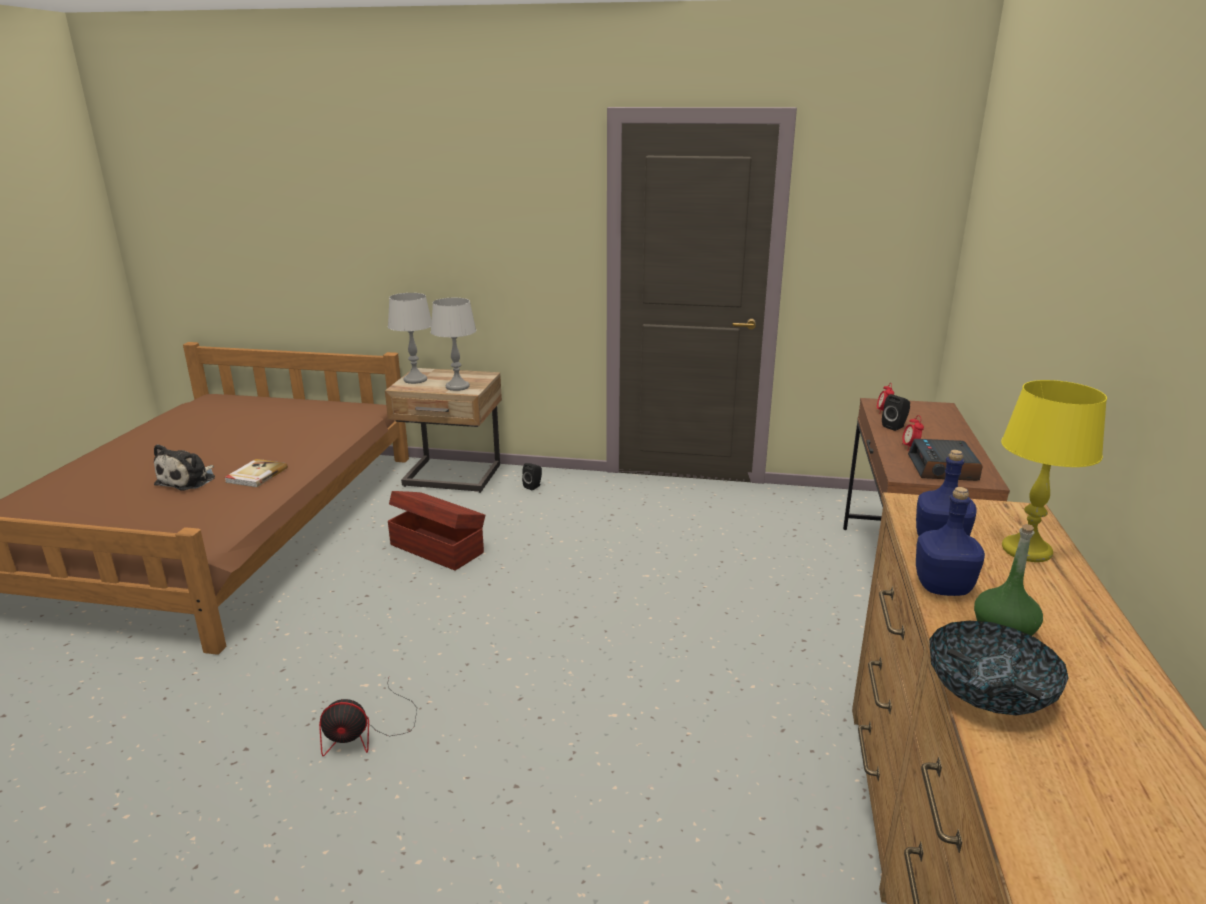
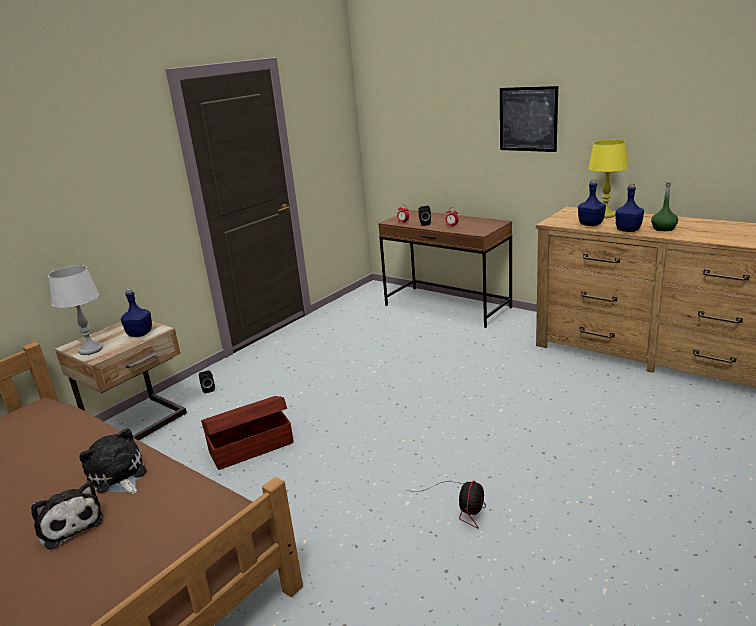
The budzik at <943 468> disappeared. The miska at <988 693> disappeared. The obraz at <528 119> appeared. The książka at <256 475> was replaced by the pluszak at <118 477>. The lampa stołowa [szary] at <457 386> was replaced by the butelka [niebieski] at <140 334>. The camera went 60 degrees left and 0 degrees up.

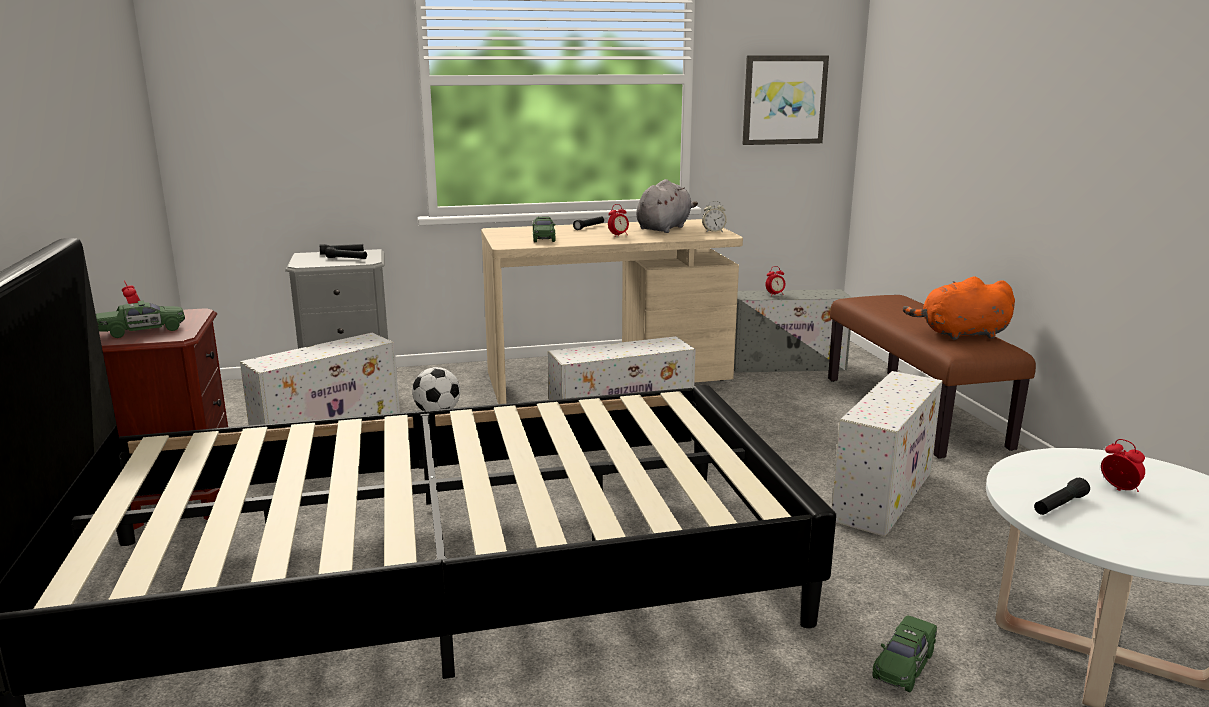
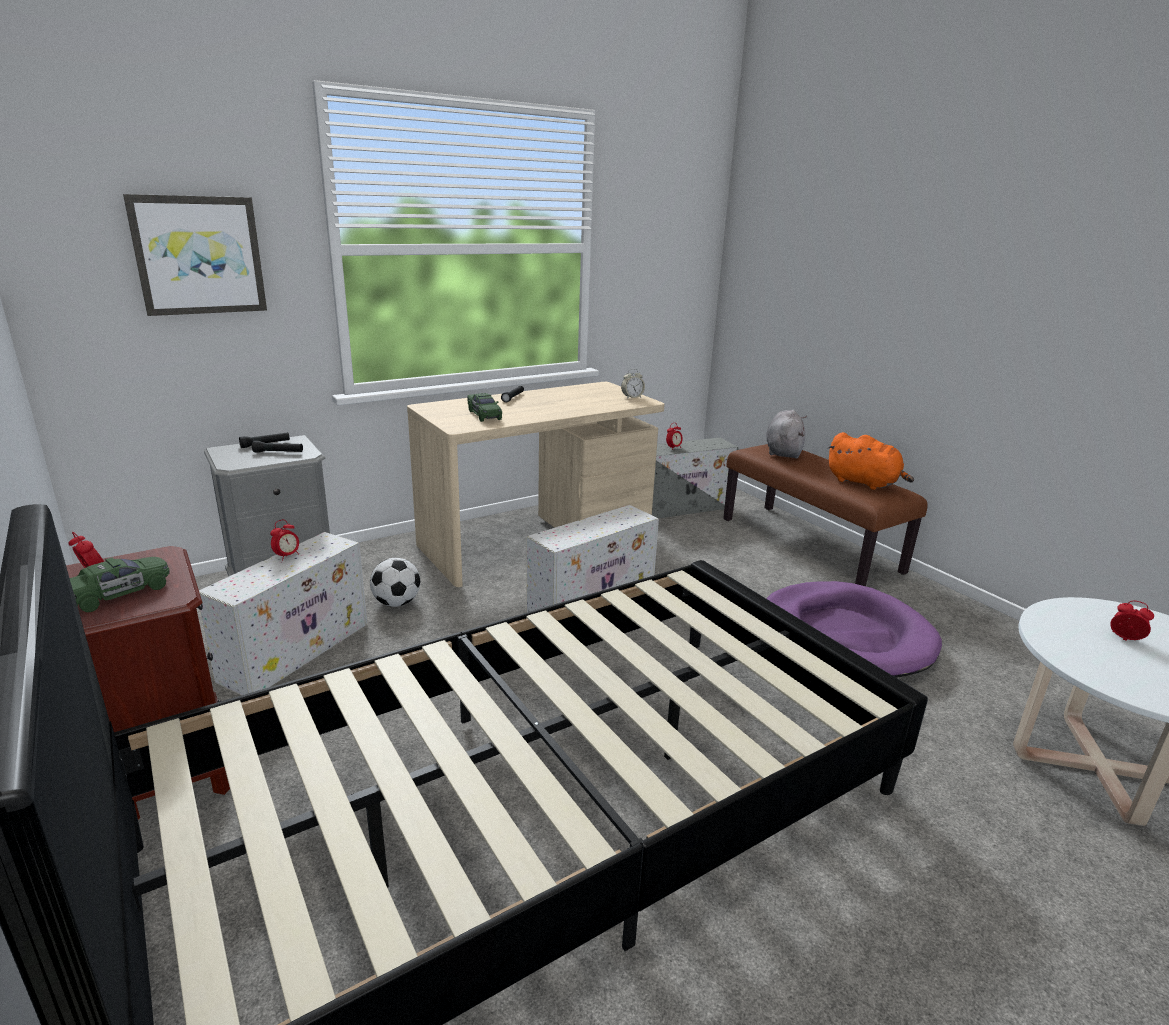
The samochodzik [zielony] at <904 665> disappeared. The latarka [czarny] at <1059 505> disappeared. The budzik moved from <618 235> to <287 556>. The pluszak [szary] moved from <664 228> to <783 451>. The obraz moved from <784 100> to <199 255>. The pojemnik do przechowywania [biały] at <884 494> was replaced by the legowisko [fioletowy] at <846 635>. The pluszak [pomarańczowy] at <960 334> turned 120 degrees counterclockwise. The camera went 20 degrees left and 5 degrees up.

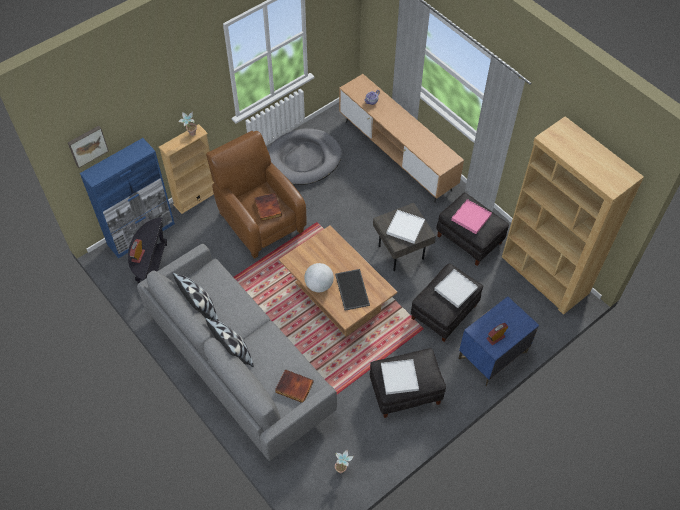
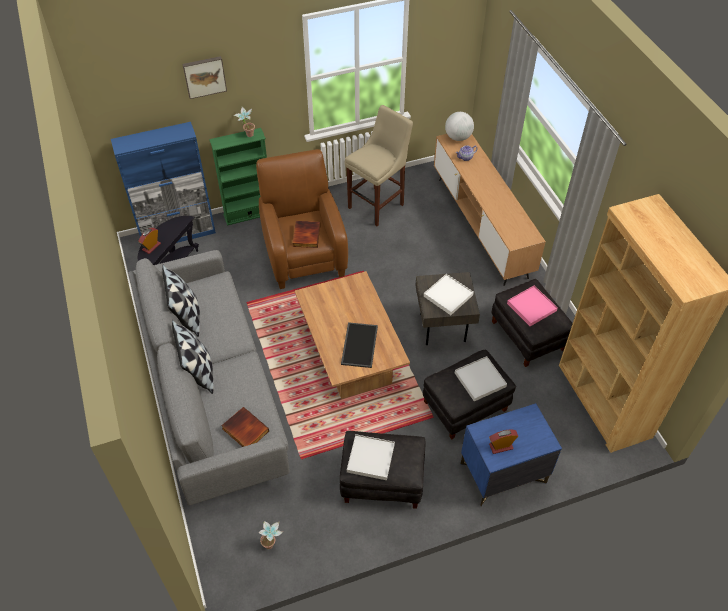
The obraz moved from <87 145> to <204 76>. The globus moved from <319 285> to <458 137>. The legowisko [szary] at <304 159> was replaced by the stołek [beżowy] at <378 205>. The regał [beżowy] at <195 198> became the regał [zielony] at <249 214>. The camera went 20 degrees right and 5 degrees down.

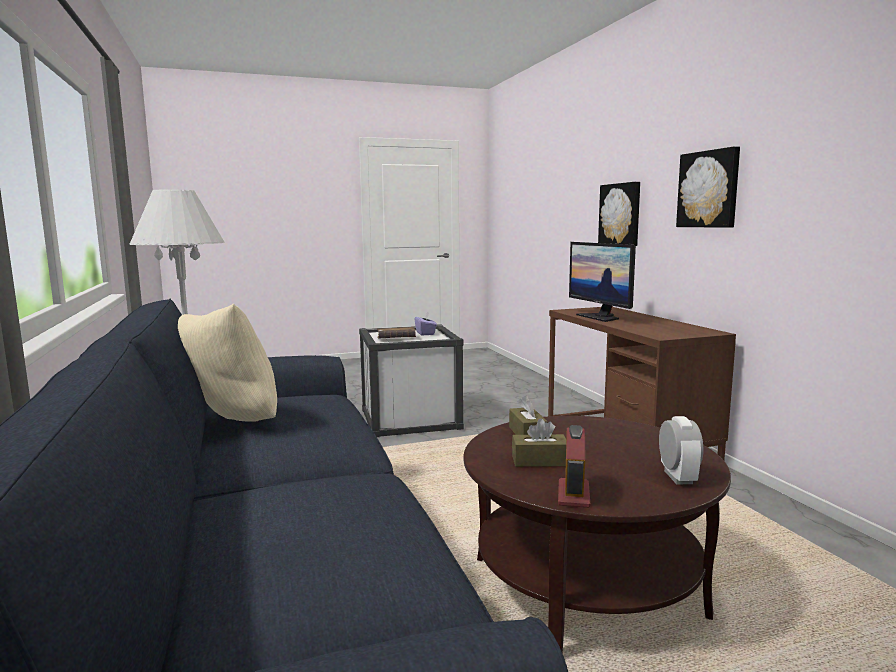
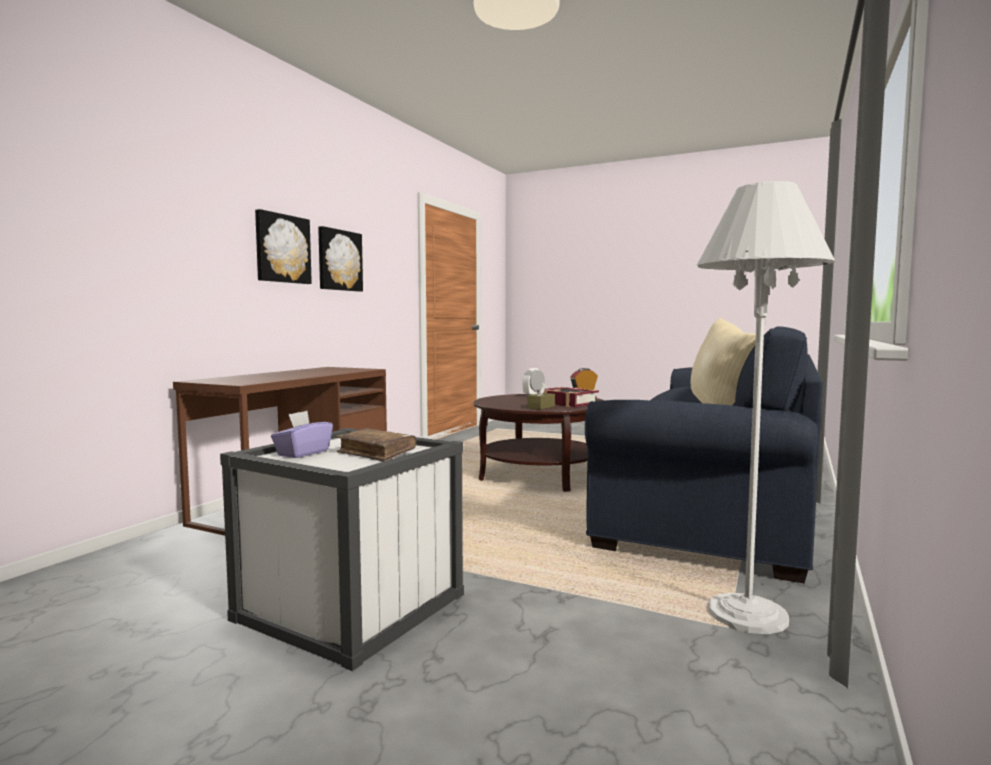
The monitor at <600 317> disappeared. The obraz moved from <620 214> to <339 260>. The pudełko chusteczek [brązowy] at <539 461> was replaced by the książka at <567 403>. The camera went 135 degrees left and 5 degrees down.

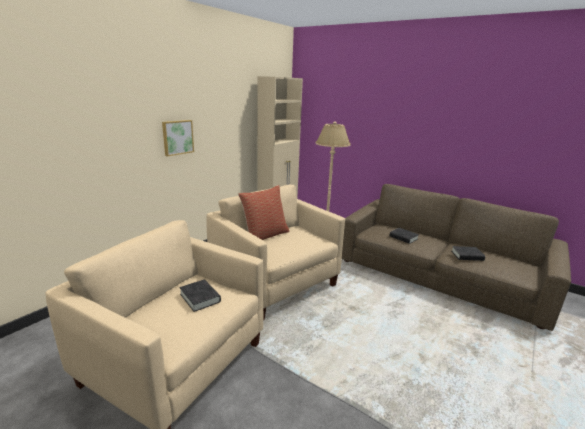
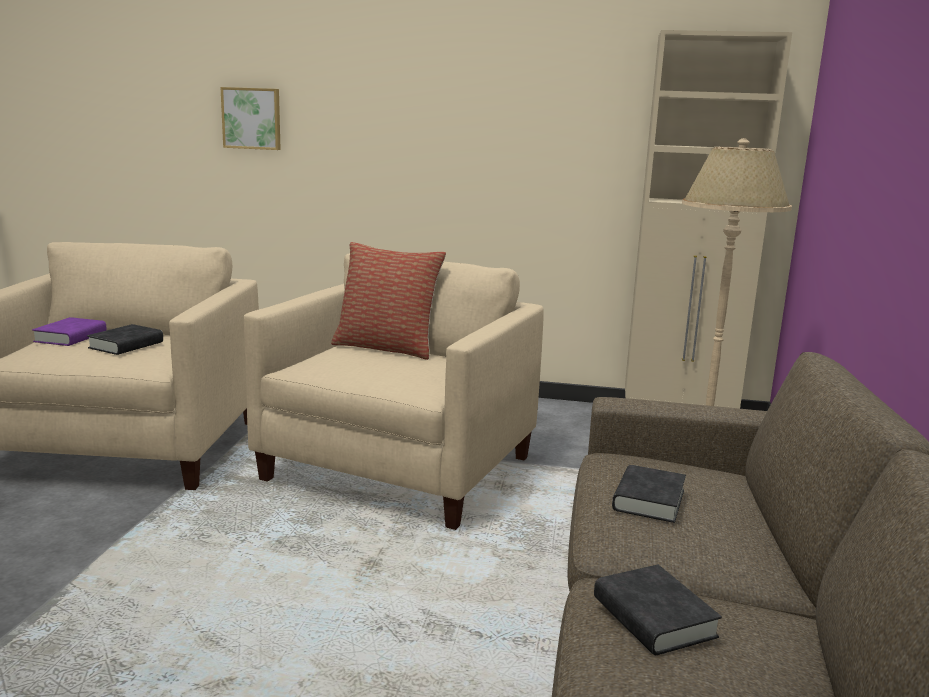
The książka [fioletowy] at <71 337> appeared. The obraz moved from <177 137> to <252 118>. The camera went 65 degrees right and 5 degrees down.

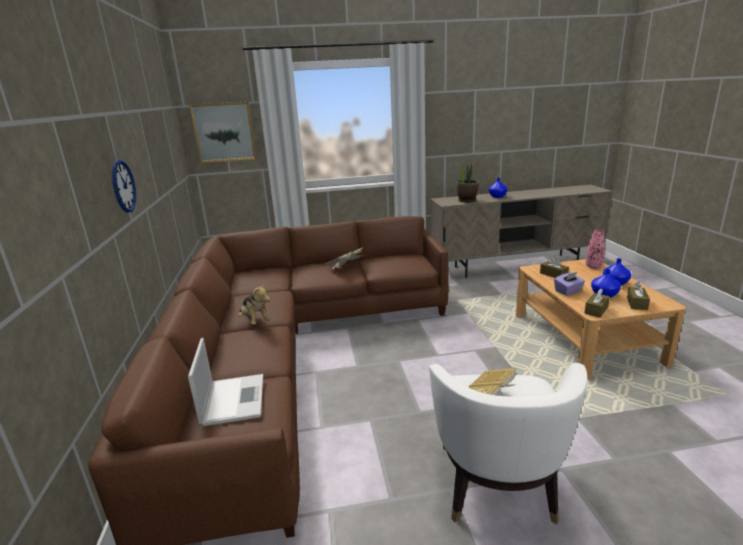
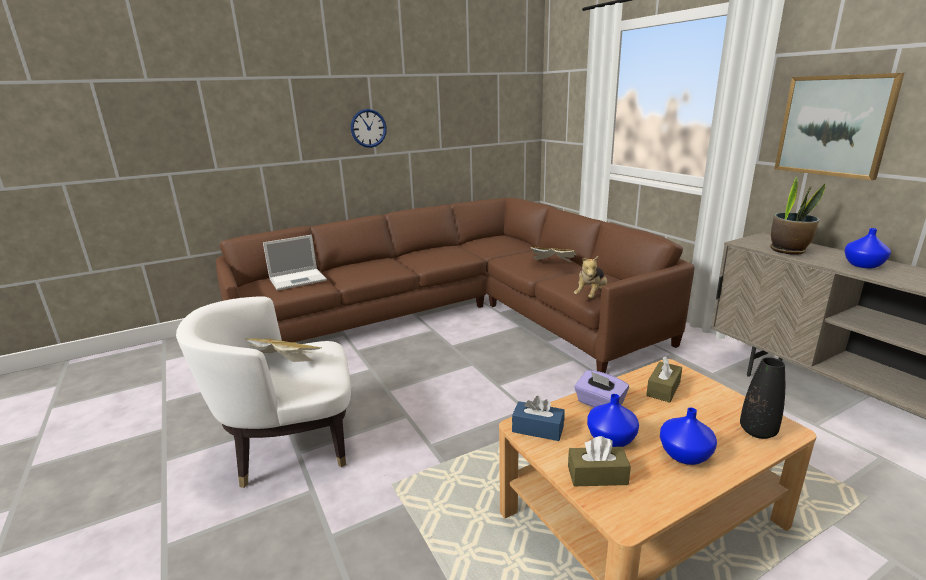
The obraz moved from <224 132> to <834 126>. The pluszak moved from <255 321> to <591 295>. The pudełko chusteczek [brązowy] at <596 310> became the pudełko chusteczek [niebieski] at <538 429>. The wazon [różowy] at <593 266> became the wazon [czarny] at <757 431>. The camera went 70 degrees right and 0 degrees up.

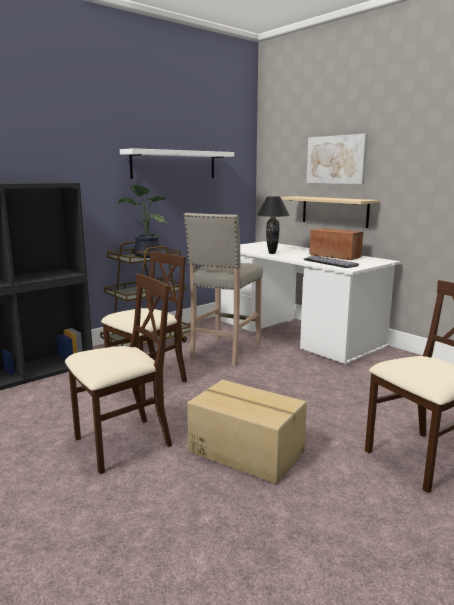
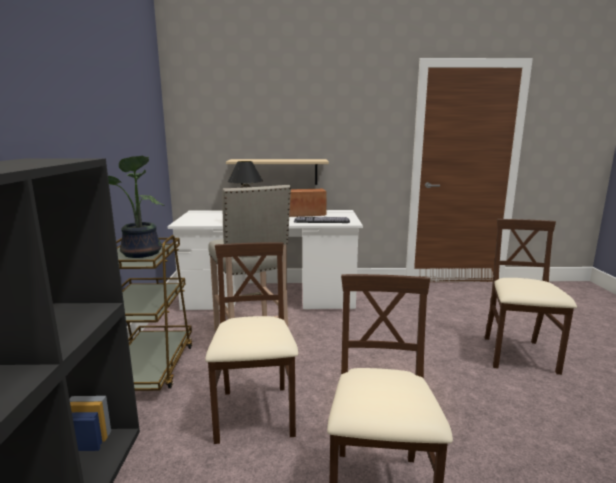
The półka [biały] at <174 164> disappeared. The karton at <246 451> disappeared. The obraz at <336 159> disappeared. The camera went 50 degrees left and 0 degrees up.

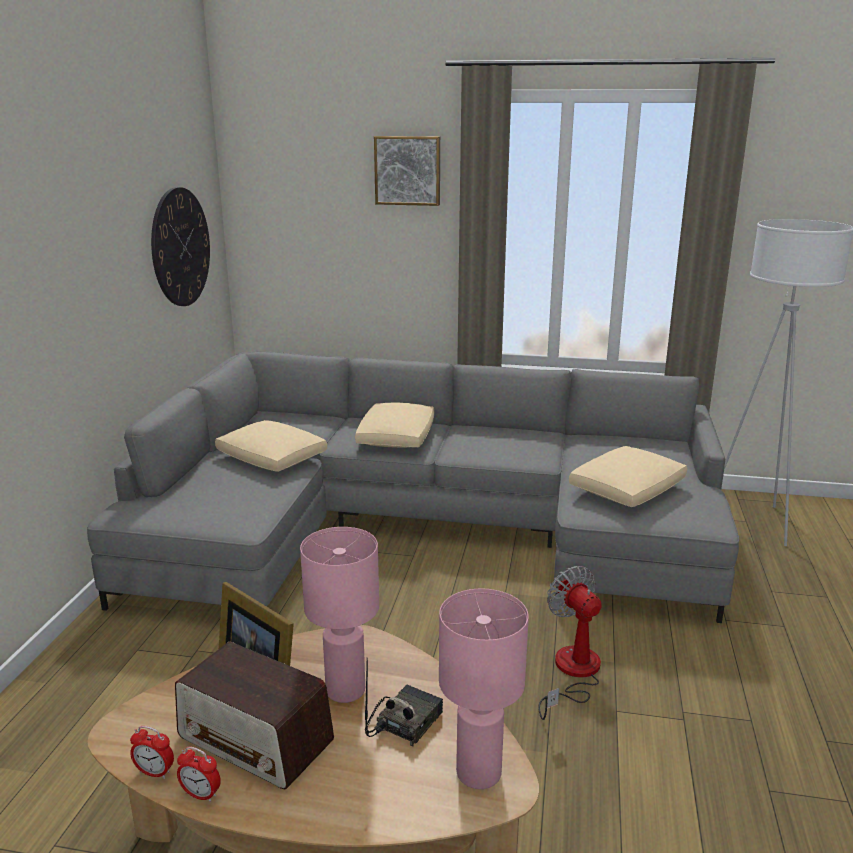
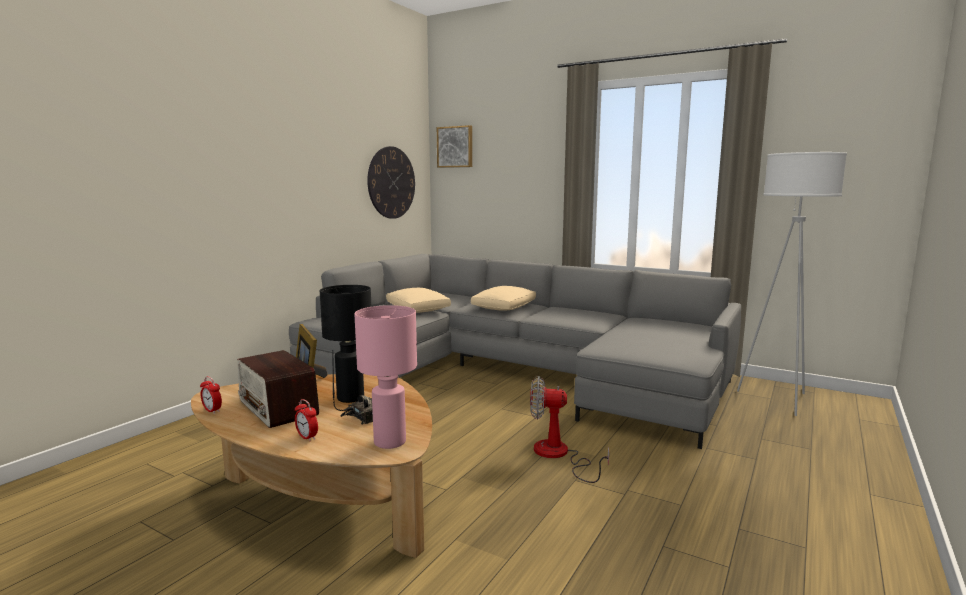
The poduszka [beżowy] at <626 490> disappeared. The budzik moved from <201 795> to <307 437>. The obraz moved from <408 170> to <455 147>. The lampa stołowa [różowy] at <344 690> became the lampa stołowa [czarny] at <350 398>. The wentylator at <572 673> turned 75 degrees counterclockwise. The camera went 20 degrees right and 10 degrees down.

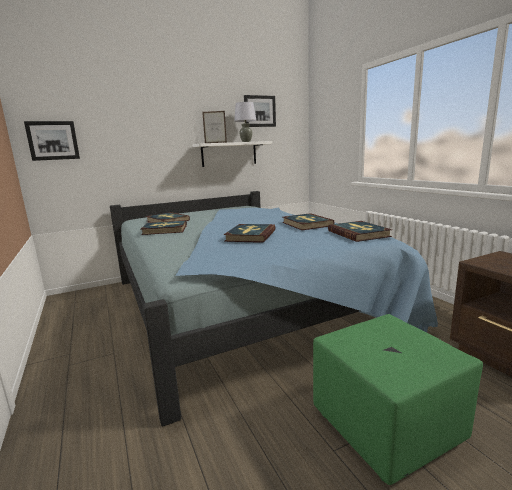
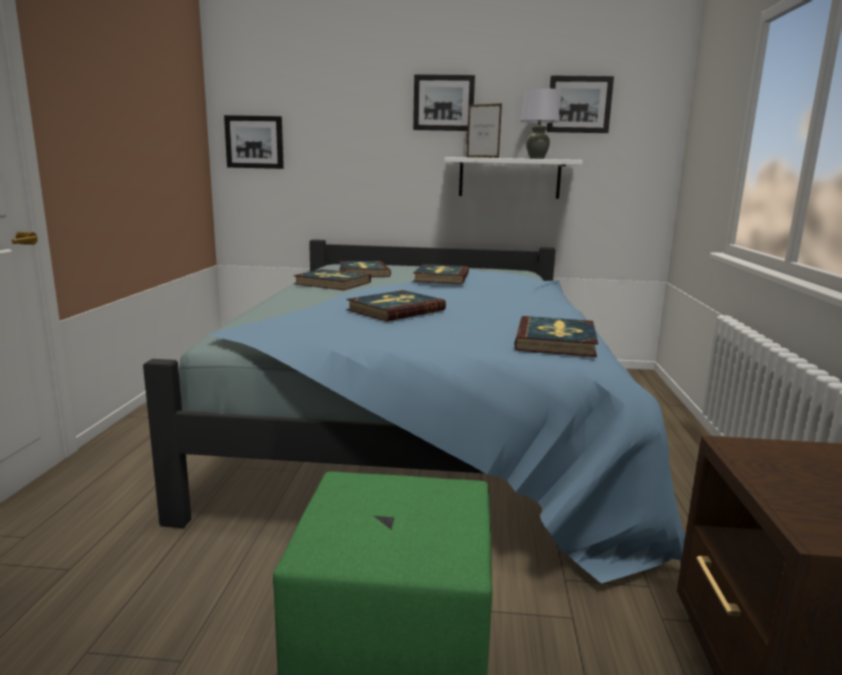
The obraz at <443 103> appeared. The książka moved from <306 224> to <441 277>. The camera went 30 degrees right and 0 degrees up.

